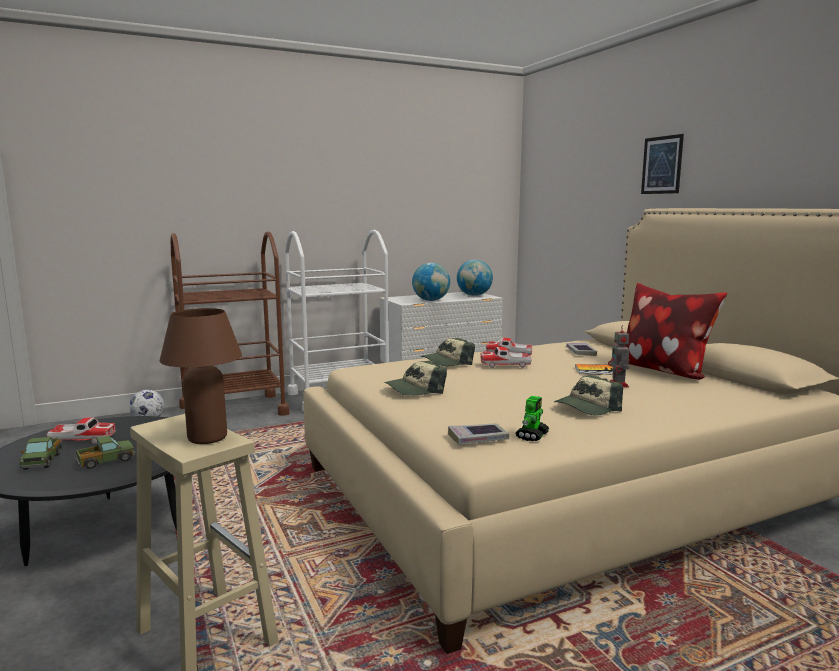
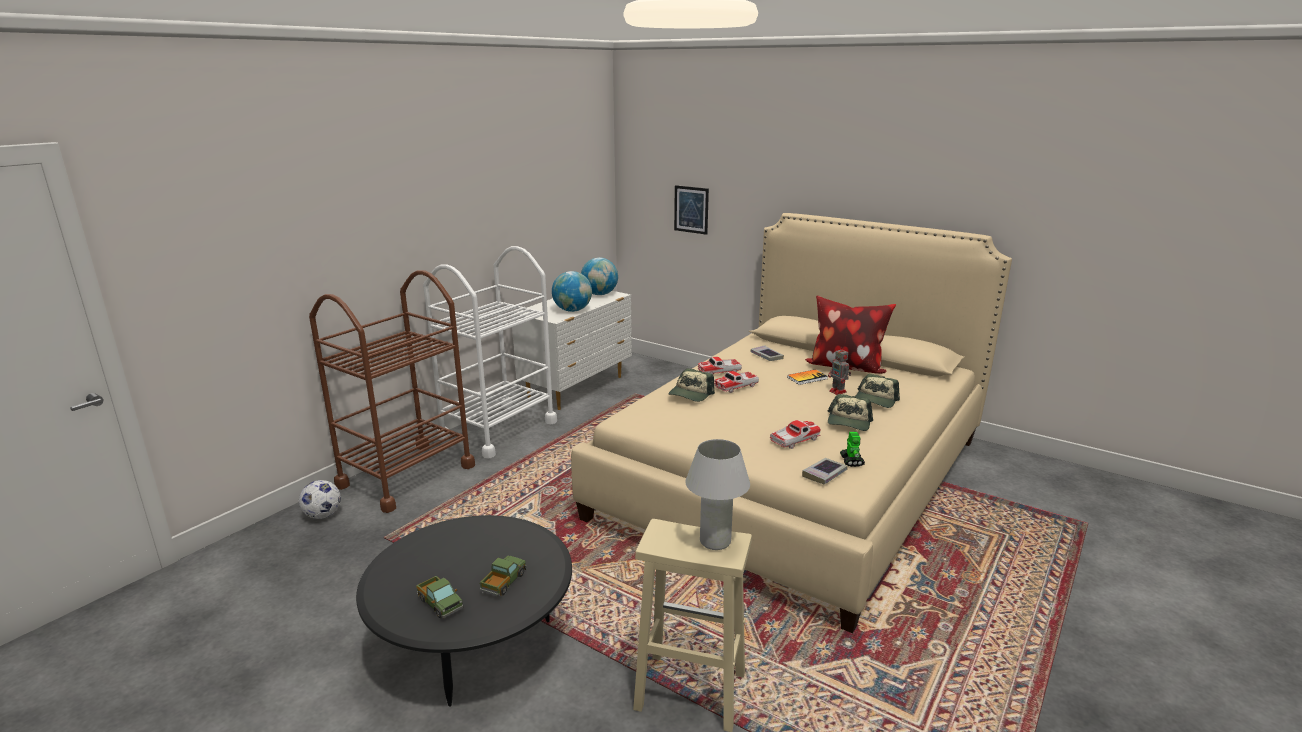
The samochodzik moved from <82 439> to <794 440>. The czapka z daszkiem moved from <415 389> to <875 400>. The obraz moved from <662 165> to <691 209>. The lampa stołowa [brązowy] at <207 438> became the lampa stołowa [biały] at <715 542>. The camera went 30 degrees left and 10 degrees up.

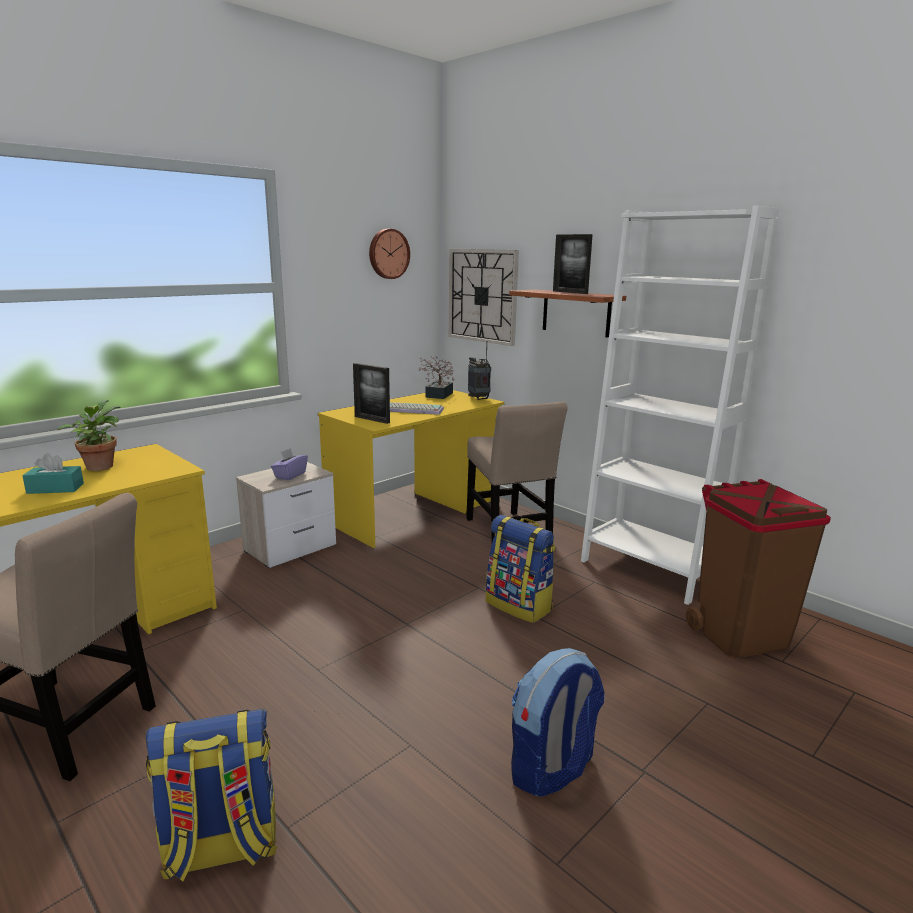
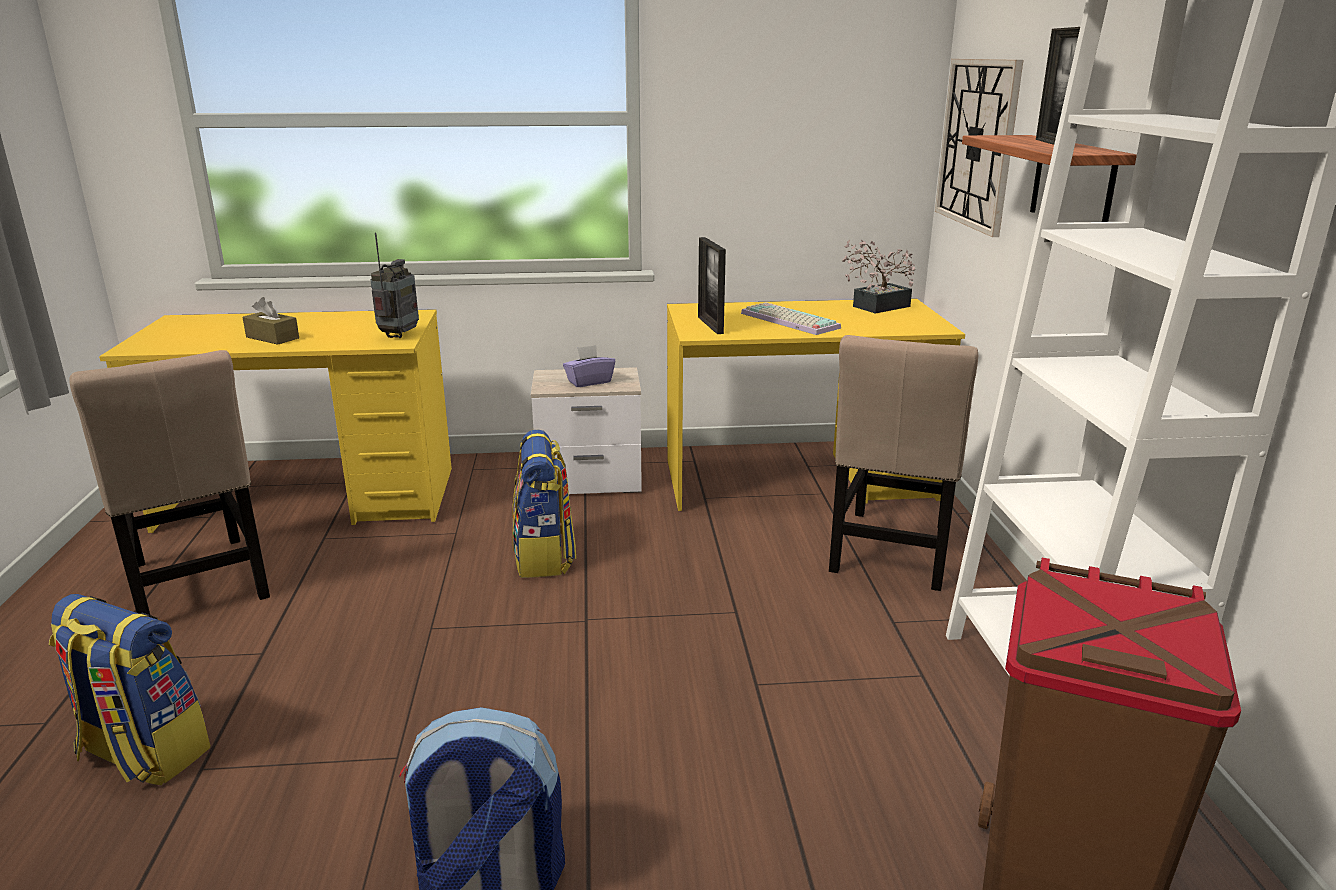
The roślina doniczkowa at <99 466> disappeared. The zegar ścienny at <388 254> disappeared. The radio moved from <478 398> to <399 335>. The plecak moved from <519 605> to <544 557>. The pudełko chusteczek [turkusowy] at <55 488> became the pudełko chusteczek [brązowy] at <272 337>. The camera went 40 degrees right and 5 degrees up.

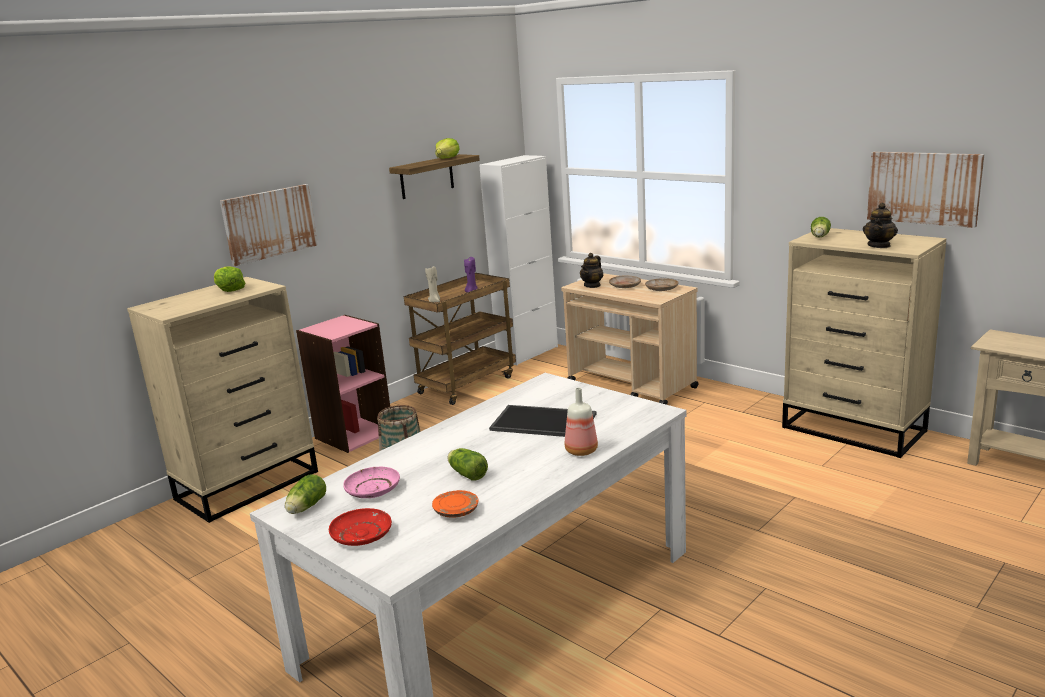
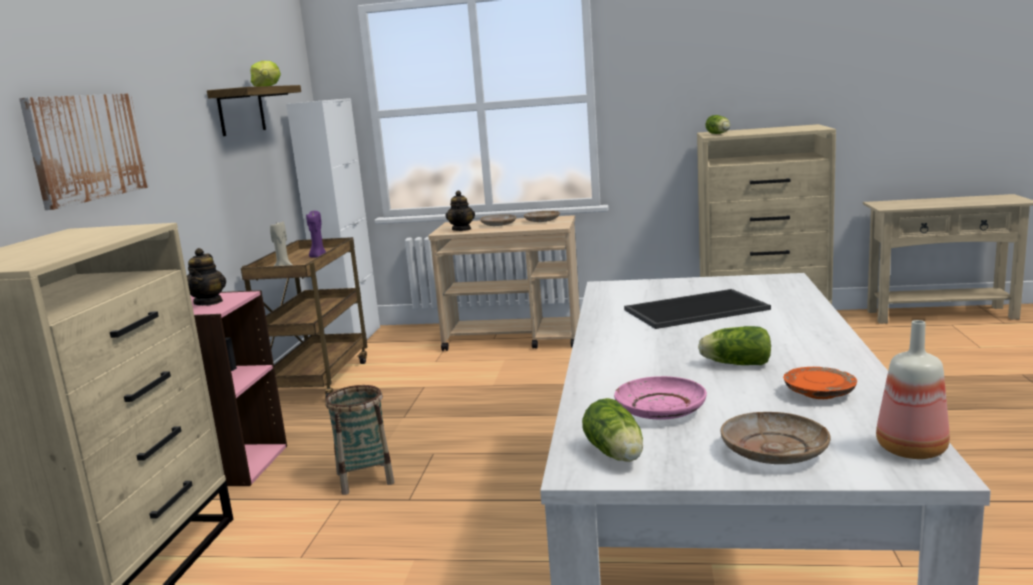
The sałata at <229 290> disappeared. The obraz at <923 188> disappeared. The butelka moved from <580 451> to <912 451>. The imbryk moved from <879 245> to <208 302>. The talerz [czerwony] at <361 535> became the talerz [beżowy] at <773 451>. The camera went 35 degrees left and 5 degrees down.

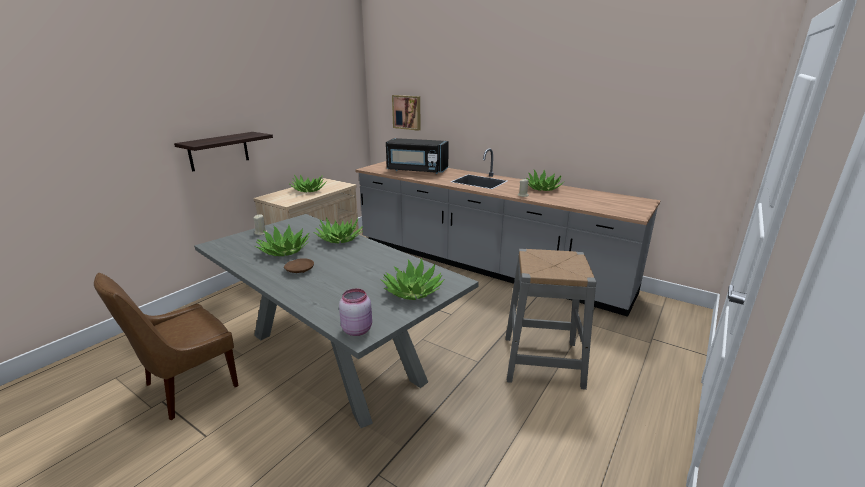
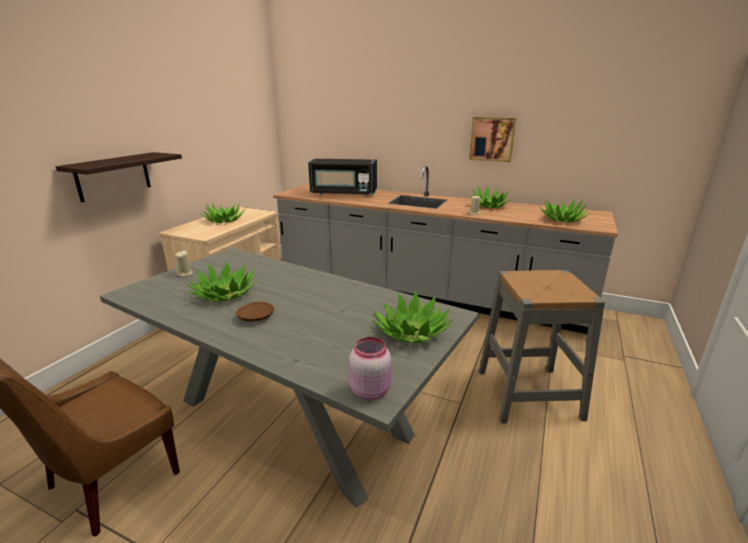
The roślina doniczkowa moved from <340 239> to <562 219>. The obraz moved from <407 112> to <492 139>. The camera went 10 degrees left and 0 degrees up.

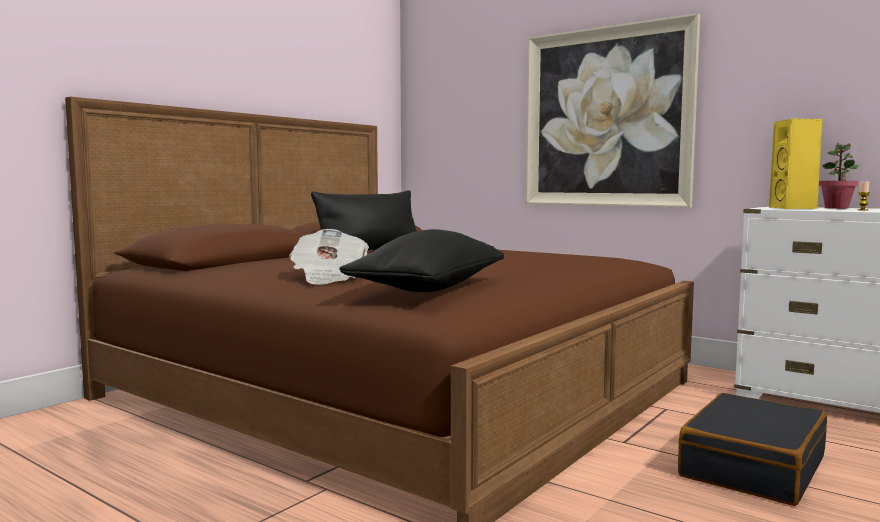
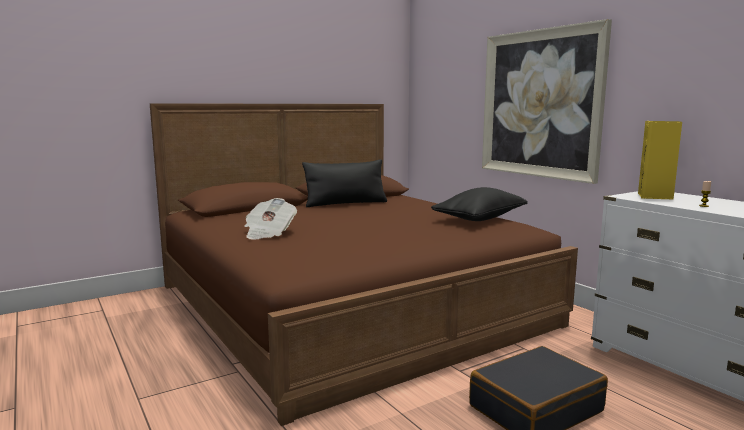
The roślina doniczkowa at <836 208> disappeared. The poduszka [czarny] moved from <429 289> to <480 219>. The camera went 20 degrees right and 5 degrees up.

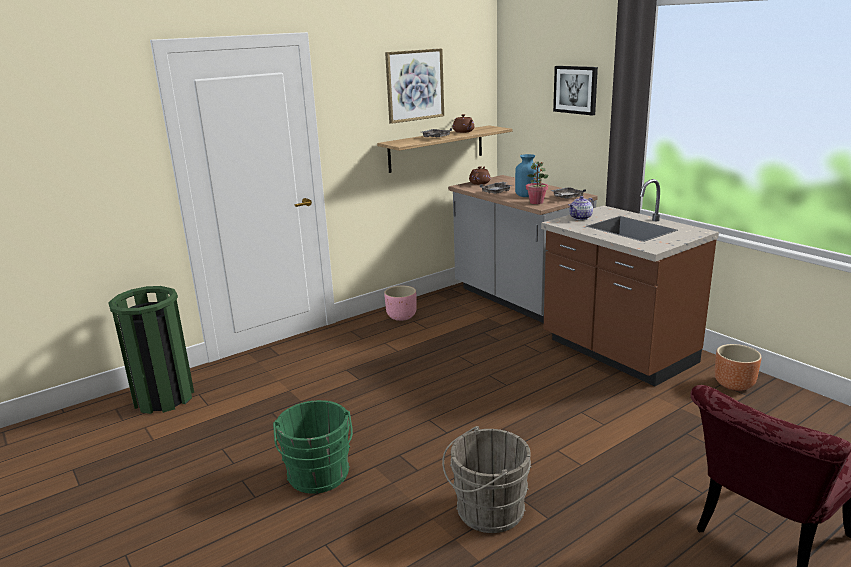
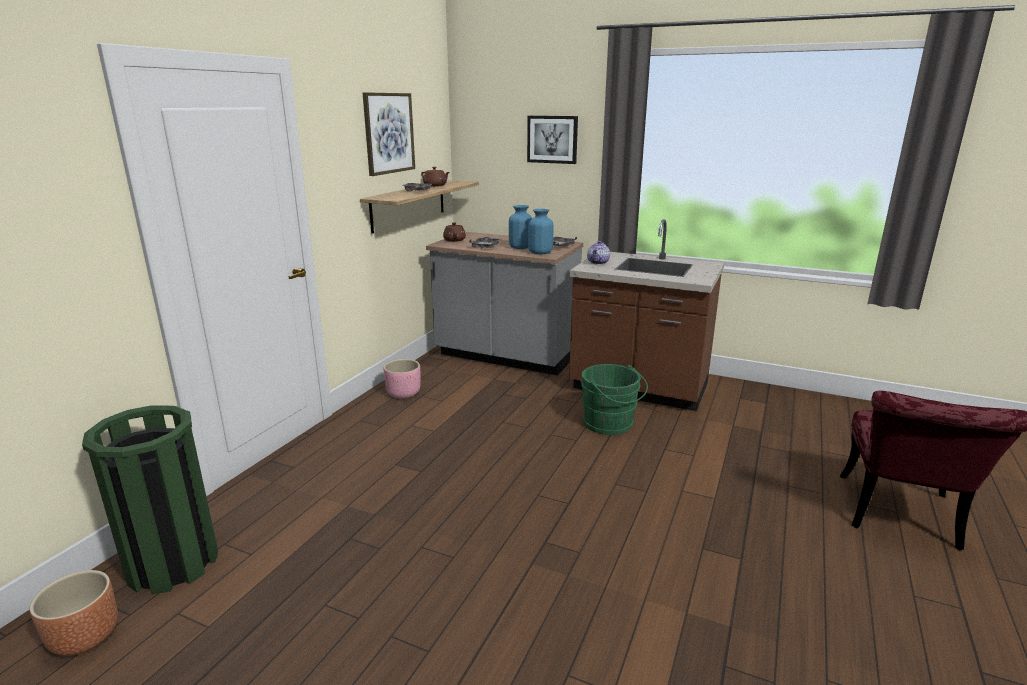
The wiadro [szary] at <486 511> disappeared. The wiadro [zielony] moved from <318 477> to <610 424>. The donica [brązowy] moved from <734 384> to <86 638>. The roślina doniczkowa at <536 202> was replaced by the wazon [niebieski] at <540 252>. The camera went 30 degrees left and 0 degrees up.

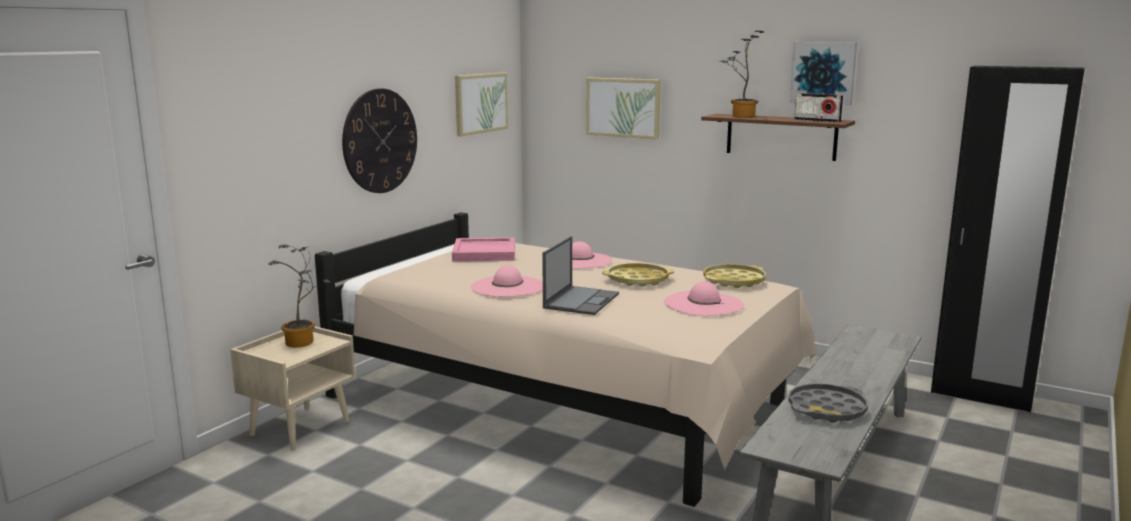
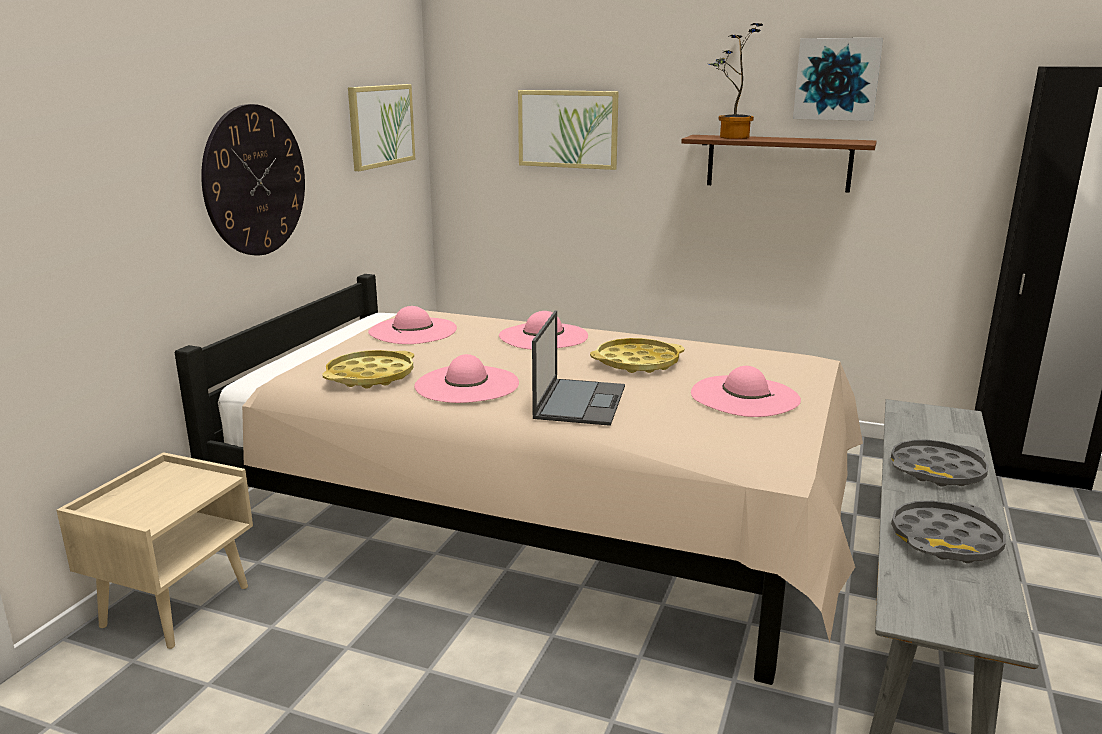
The roślina doniczkowa at <303 343> disappeared. The radio at <817 120> disappeared. The taca [szary] at <937 470> appeared. The taca [żółty] moved from <734 281> to <370 376>. The taca [różowy] at <485 252> was replaced by the kapelusz [różowy] at <413 330>. The camera went 10 degrees left and 5 degrees up.

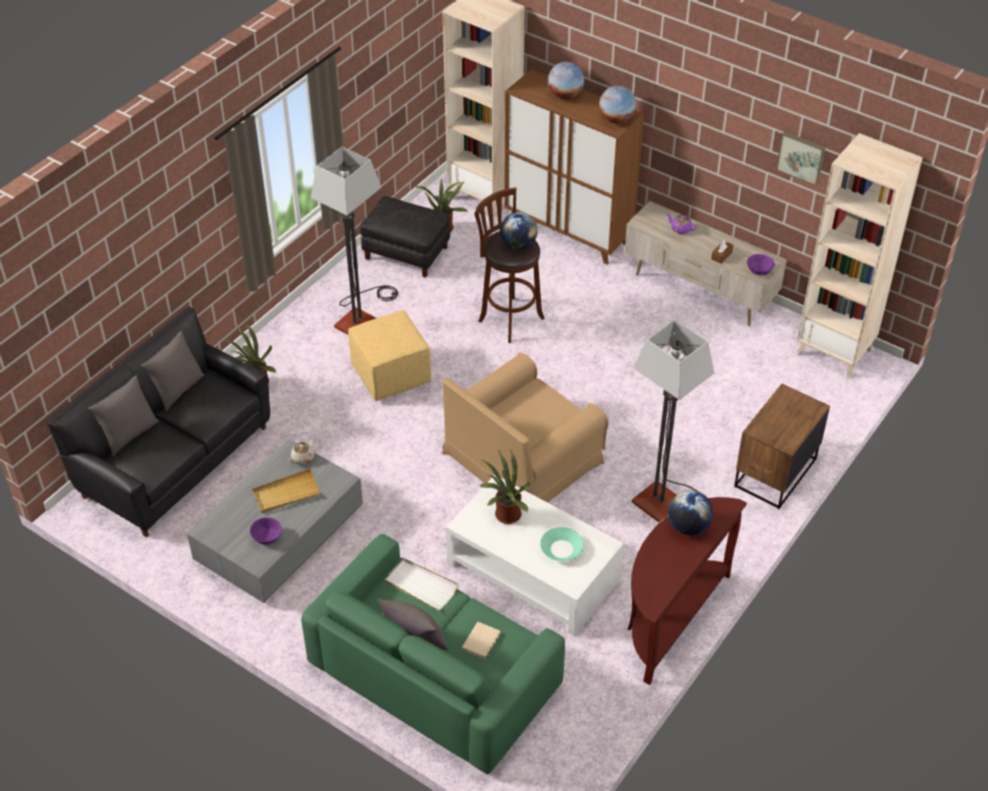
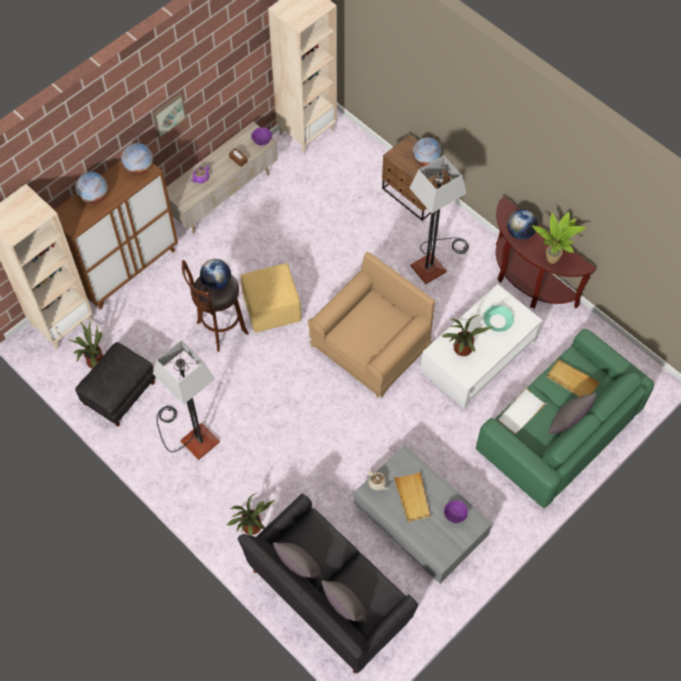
The globus at <426 160> appeared. The roślina doniczkowa at <552 258> appeared. The pufa [żółty] moved from <389 375> to <272 310>. The obraz moved from <801 157> to <168 114>. The książka [beżowy] at <482 640> was replaced by the taca [beżowy] at <571 381>. The fotel [brązowy] at <522 457> turned 105 degrees counterclockwise. The camera went 80 degrees left and 15 degrees up.

